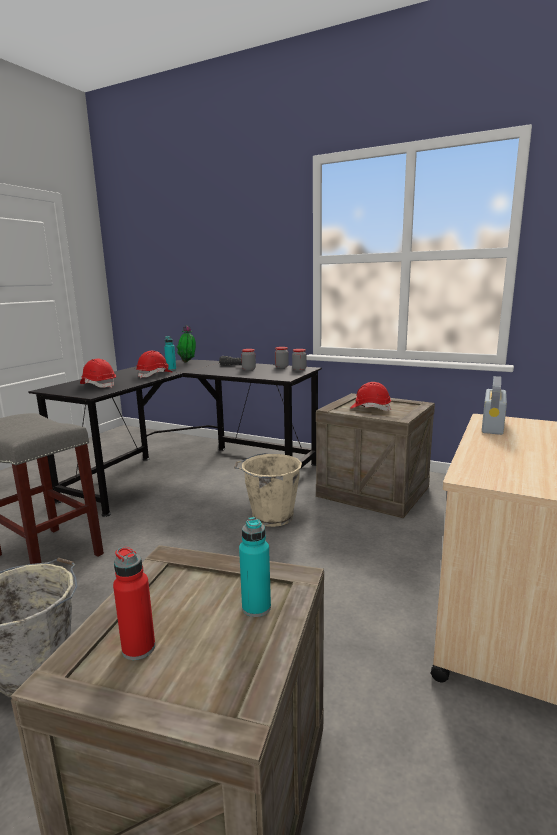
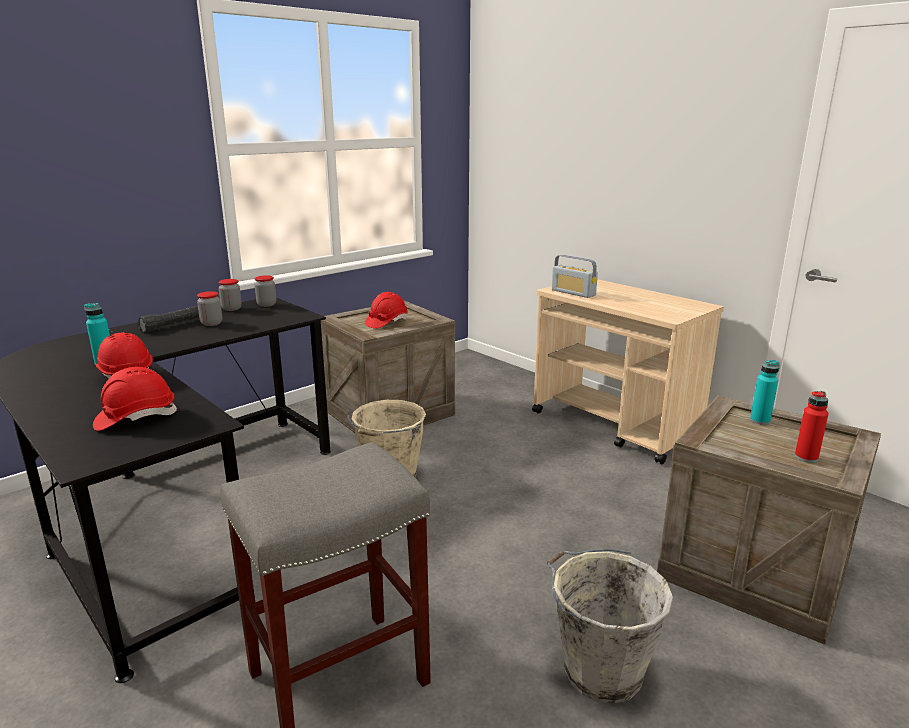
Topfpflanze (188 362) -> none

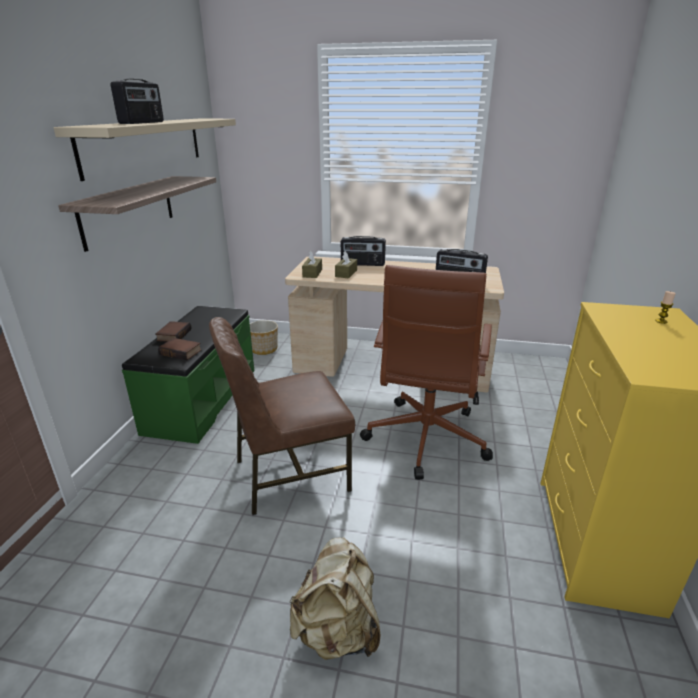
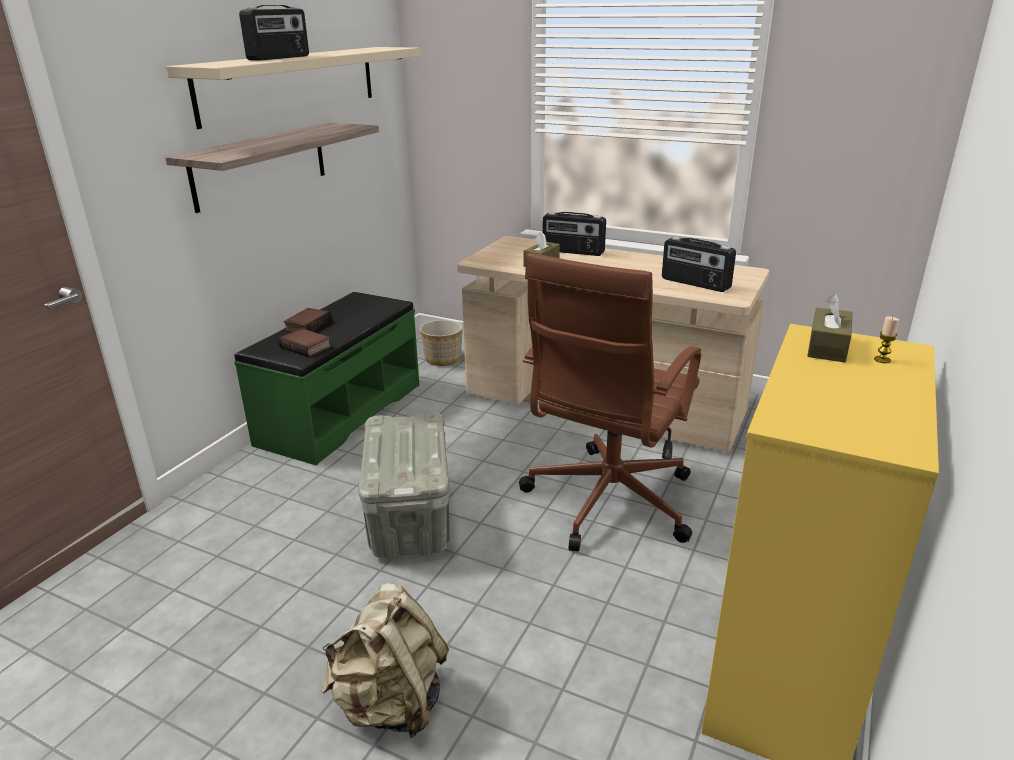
Stuhl/braun (289 474) -> Aufbewahrungsbox/grau (409 518)
Taschentuchbox/braun (312 273) -> Taschentuchbox/braun (827 347), relocated

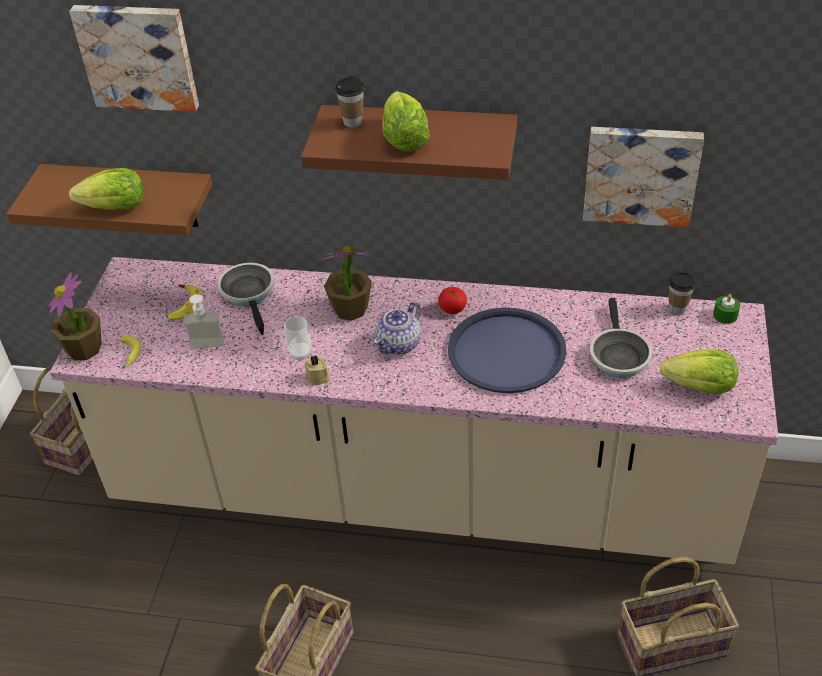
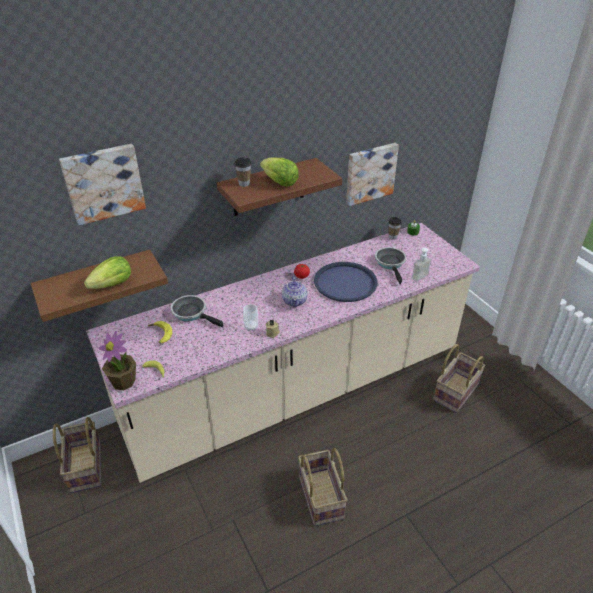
Pfanne (618 355) -> Pfanne (391 263), 150 degrees counterclockwise
Seifenspender (206 348) -> Seifenspender (423 278), relocated
Topfpflanze (350 309) -> none
Salatkopf (700 387) -> none

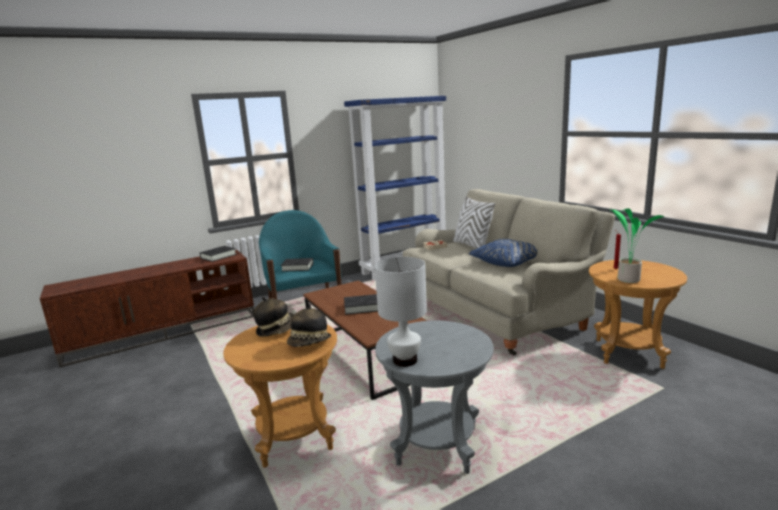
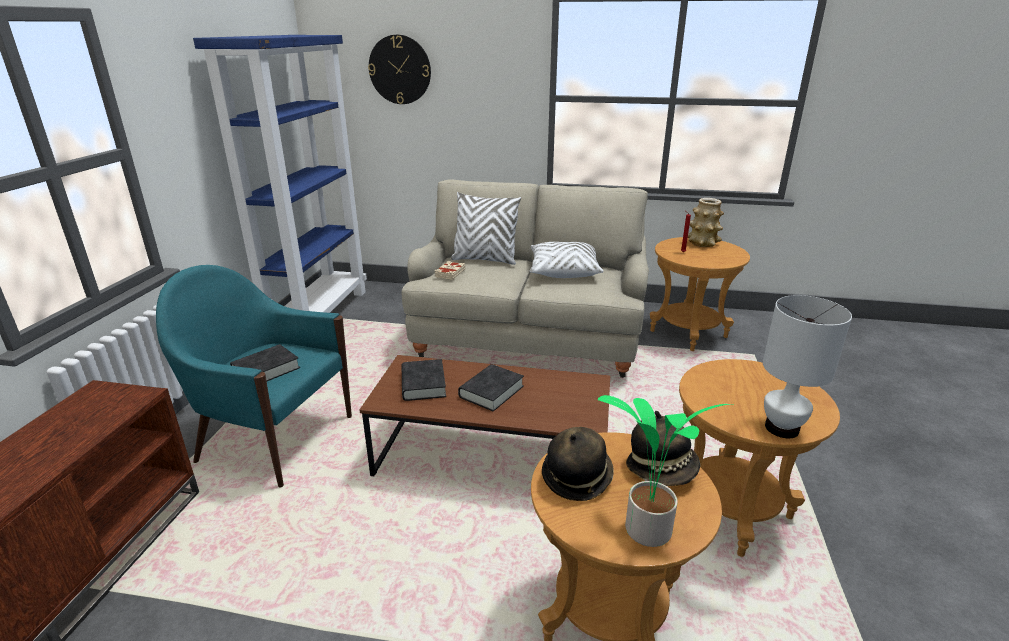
none -> Wanduhr (400 70)
Buch/schwarz (218 256) -> Buch/schwarz (423 384), relocated
Kissen/blau (507 262) -> Kissen/weiß (563 271)
Topfpflanze (626 280) -> Topfpflanze (645 532), relocated
Beistelltisch/grau (437 446) -> Beistelltisch/braun (730 511)
none -> Vase (702 243)

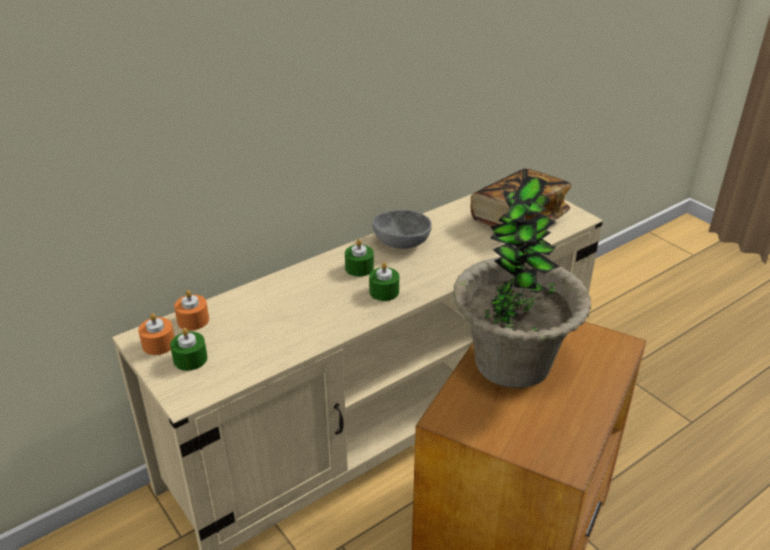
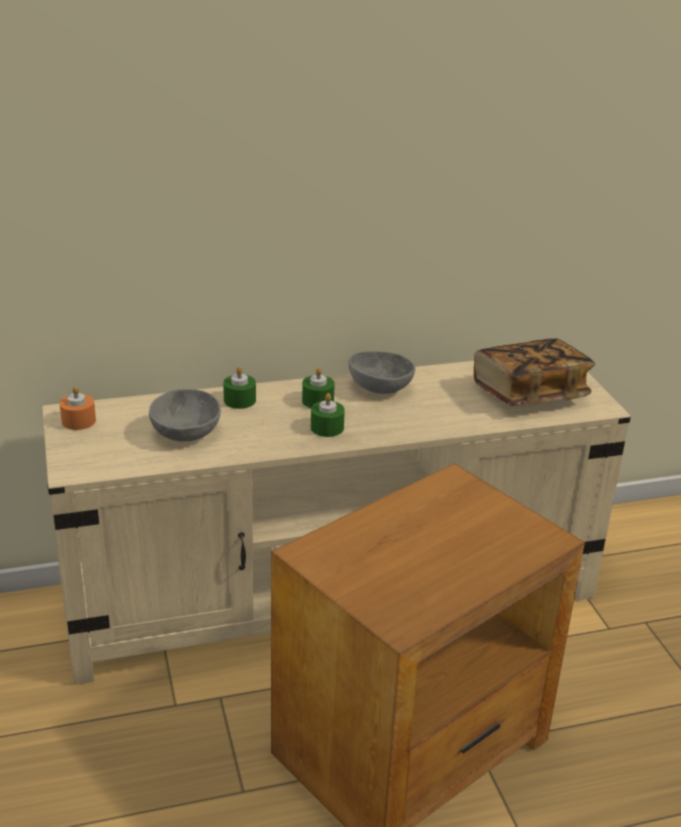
none -> Schüssel/grau (187 433)
Kerze/grün (190 359) -> Kerze/grün (239 400), relocated
Kerze/orange (193 320) -> none
Topfpflanze (512 362) -> none

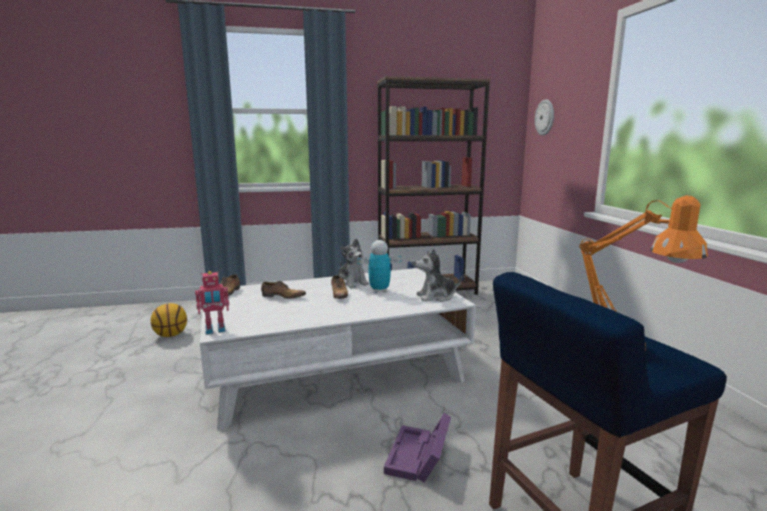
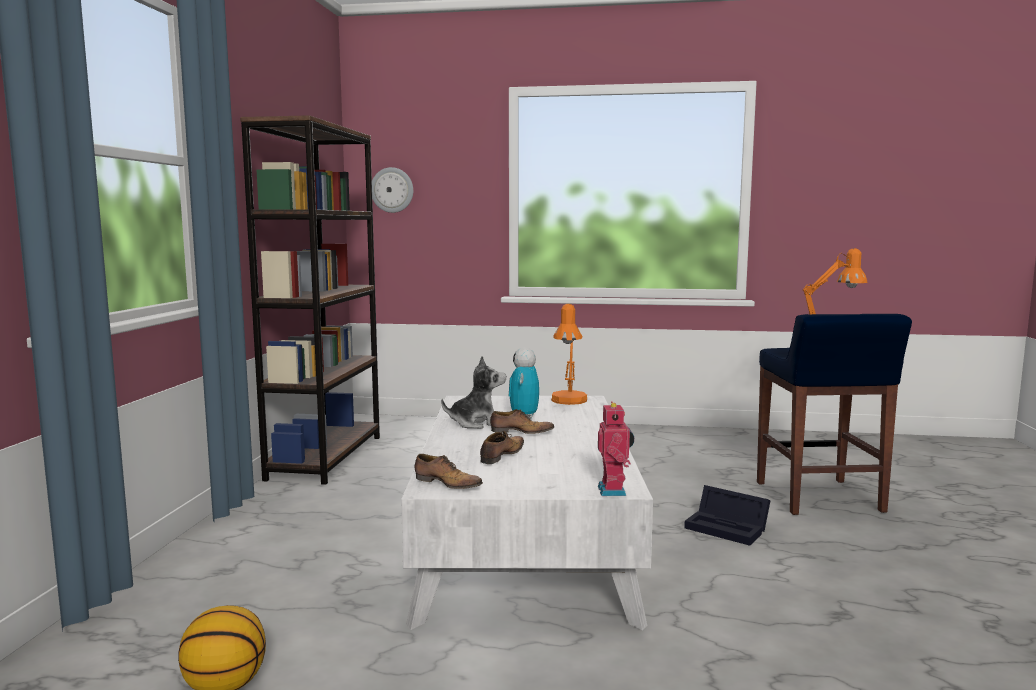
Plüschtier (436 297) -> Tischlampe/orange (568 402)
Aufbewahrungsbox/lila (418 458) -> Aufbewahrungsbox/schwarz (729 528)

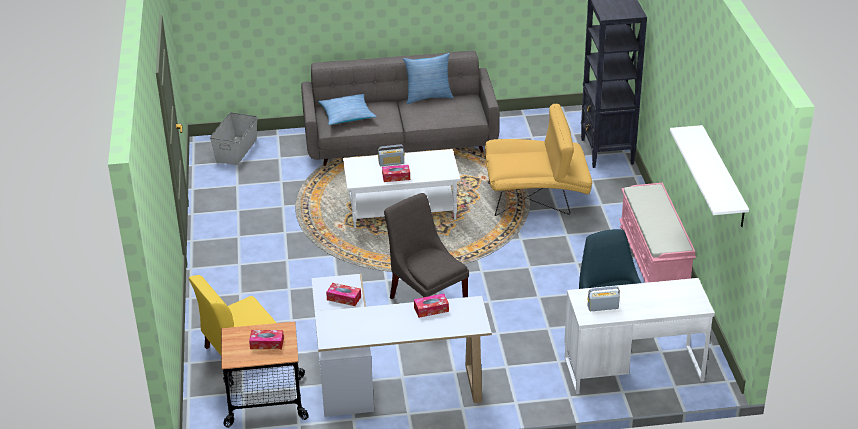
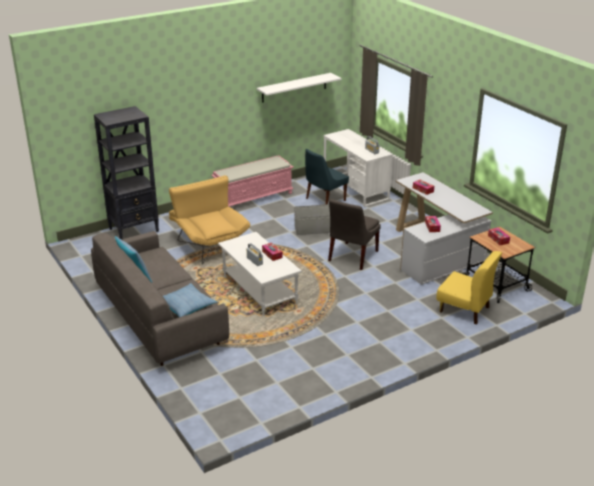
Aufbewahrungsbox/grau (236 150) -> Aufbewahrungsbox/grau (314 229), relocated

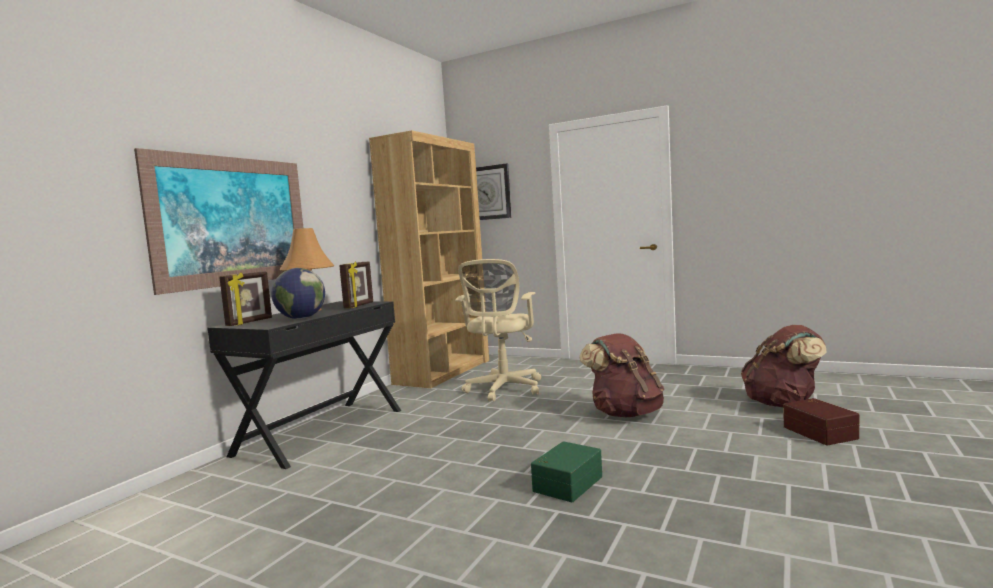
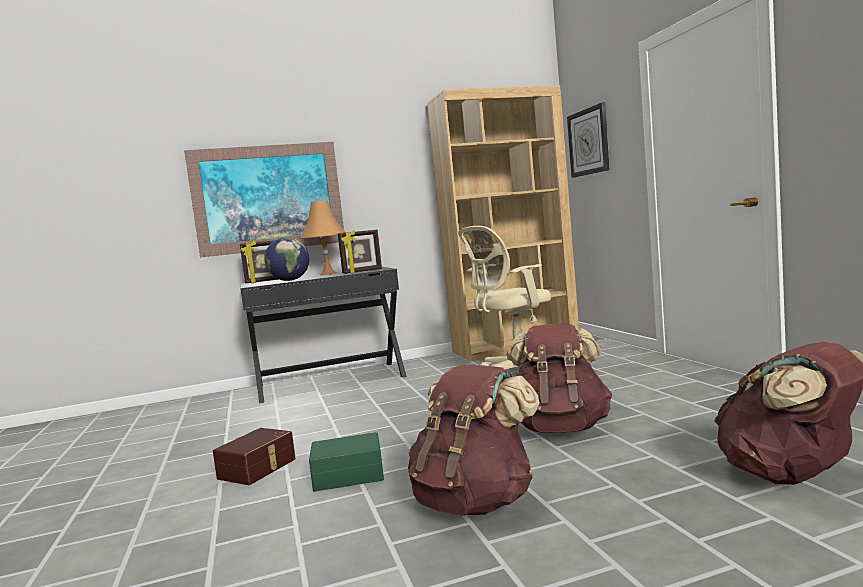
Aufbewahrungsbox/braun (821 432) -> Aufbewahrungsbox/braun (258 469), relocated
none -> Rucksack/braun (475 501)

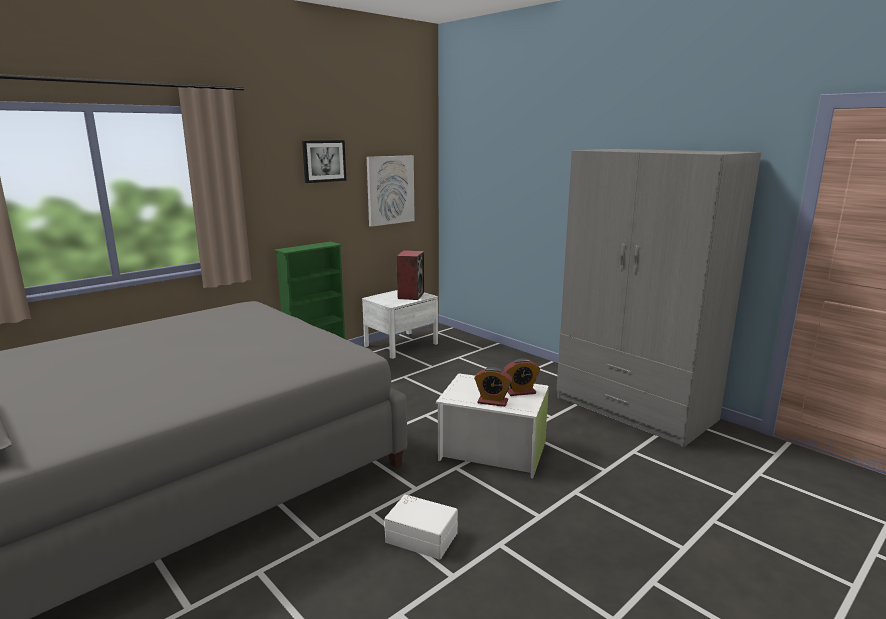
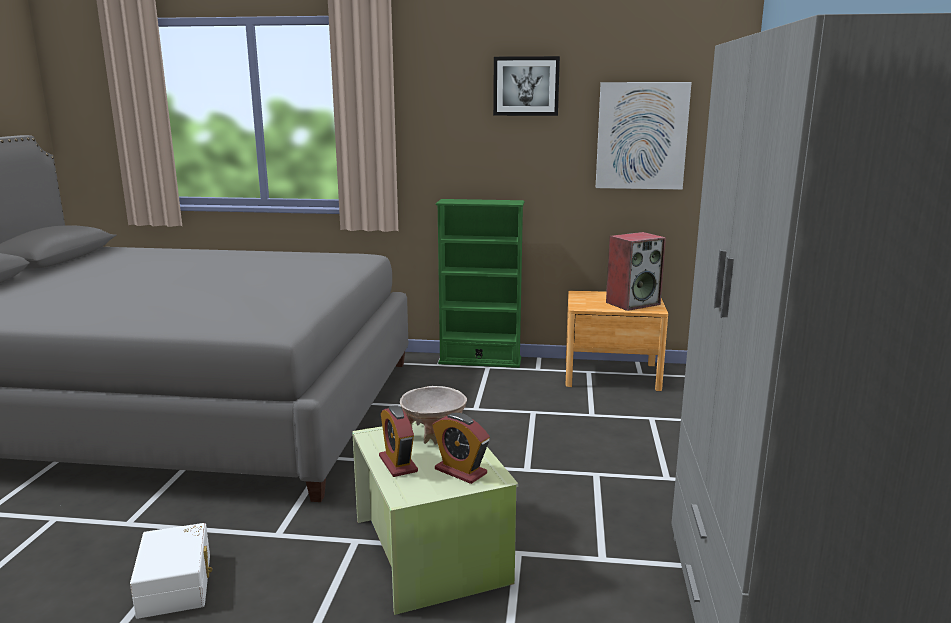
Aufbewahrungsbox/weiß (492 450) -> Aufbewahrungsbox/grün (432 549)
none -> Schüssel/beige (434 433)
Nachttisch/weiß (401 345) -> Nachttisch/braun (611 375)

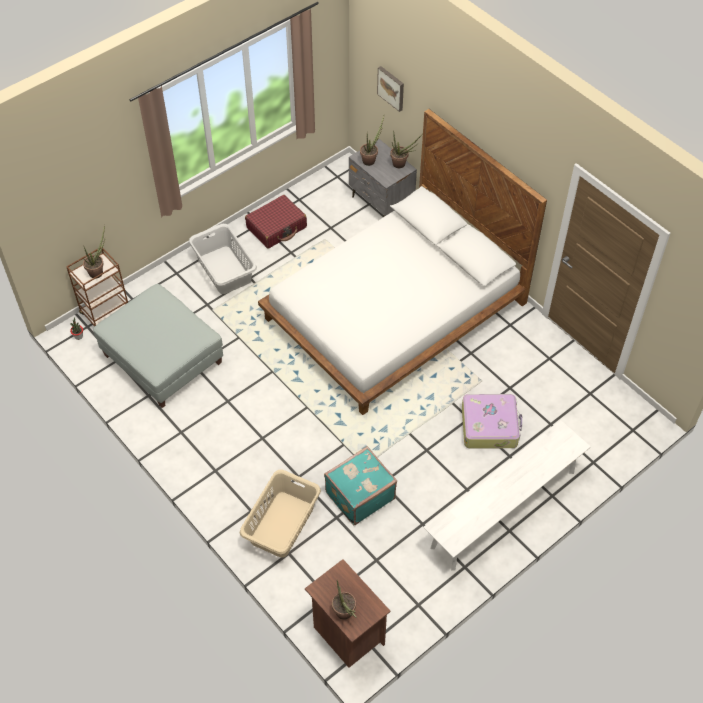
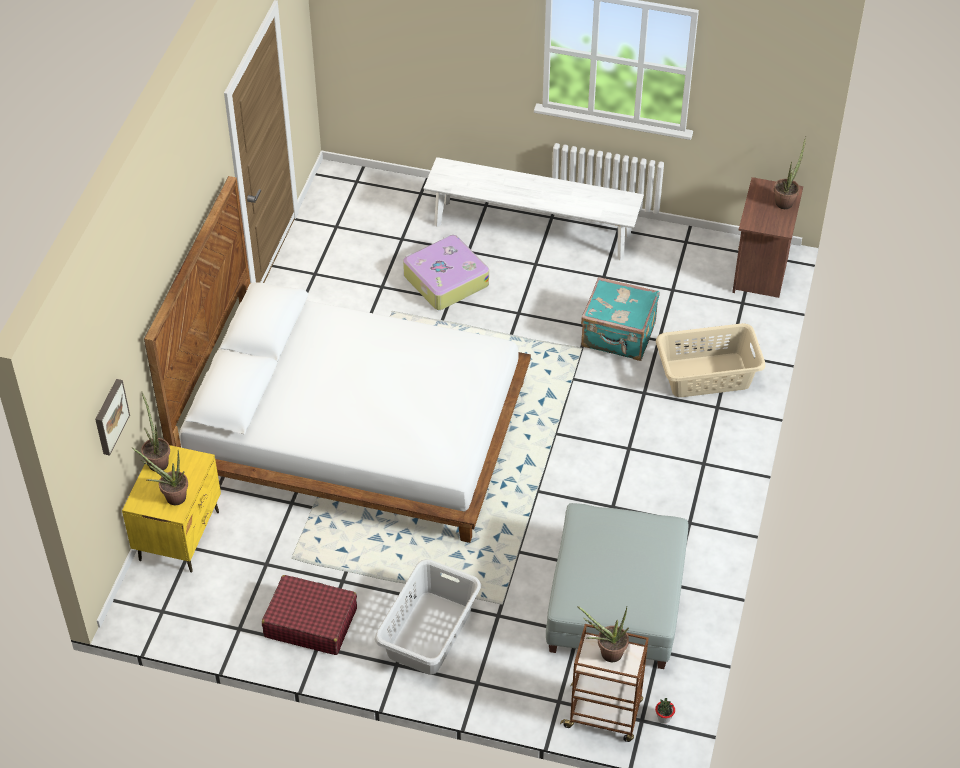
Nachttisch/grau (381 203) -> Nachttisch/gelb (180 535)

